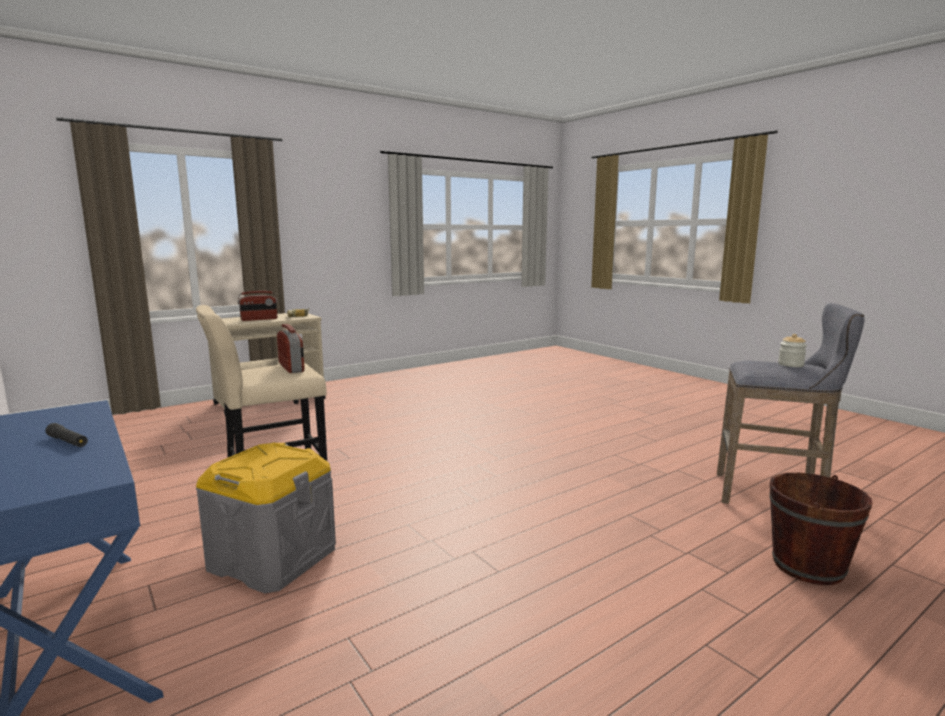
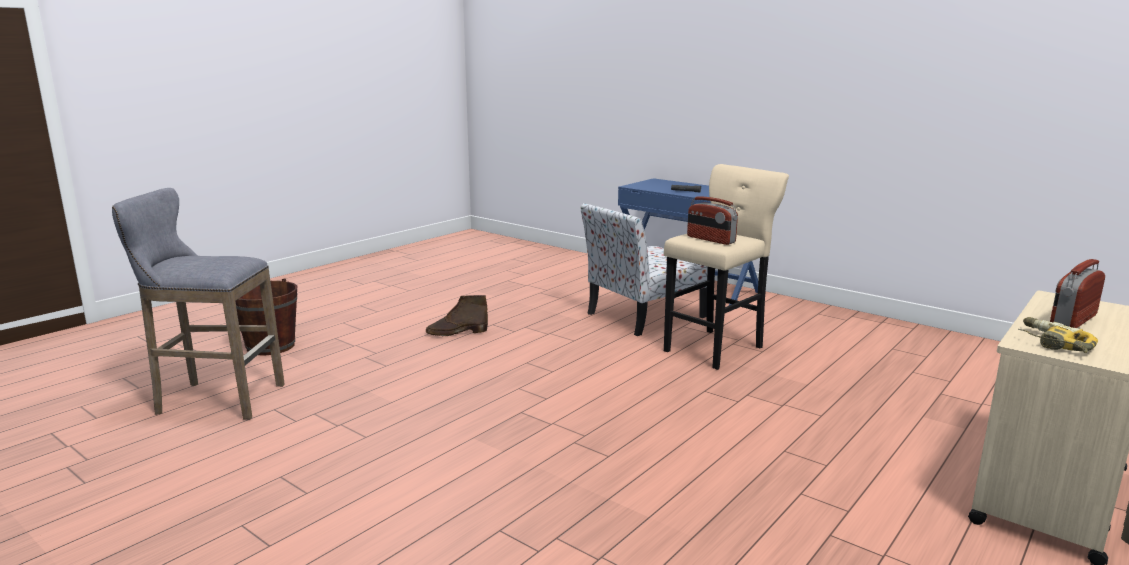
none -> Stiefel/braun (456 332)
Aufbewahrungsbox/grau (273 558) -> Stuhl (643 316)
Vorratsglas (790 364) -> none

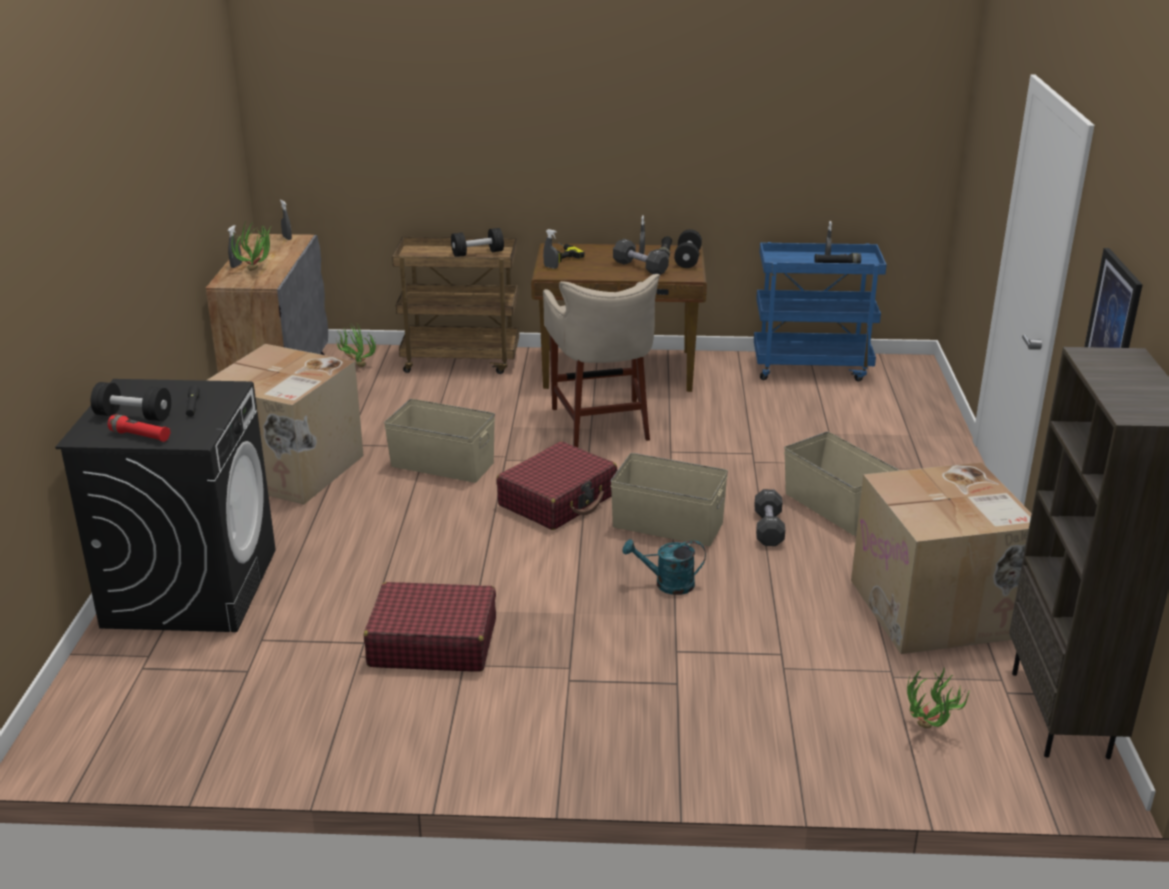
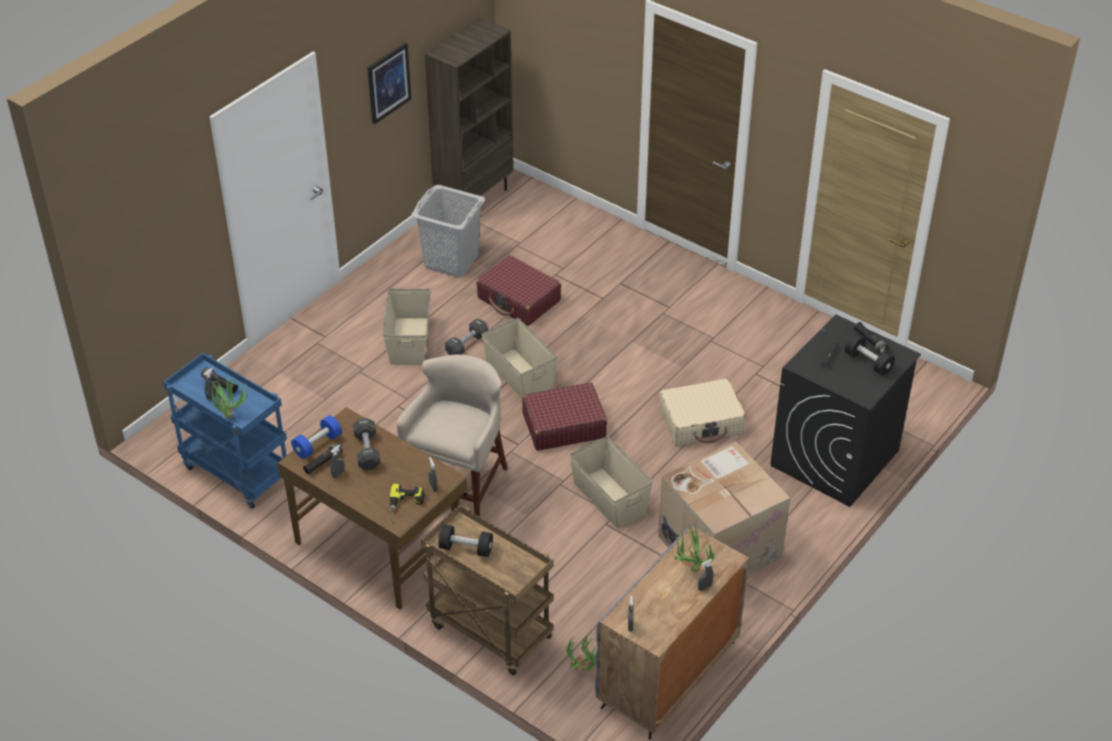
Topfpflanze (929 732) -> Topfpflanze (230 413), relocated
Hantel/schwarz (687 259) -> Hantel/blau (317 445)
Karton (937 609) -> Wäschekorb/grau (451 261)
Koffer/rot (432 643) -> Koffer/rot (519 300), relocated
none -> Koffer/beige (701 421)
Taschenlampe/rot (140 436) -> Taschenlampe/schwarz (870 341)
Gießkanne/türkis (667 584) -> none

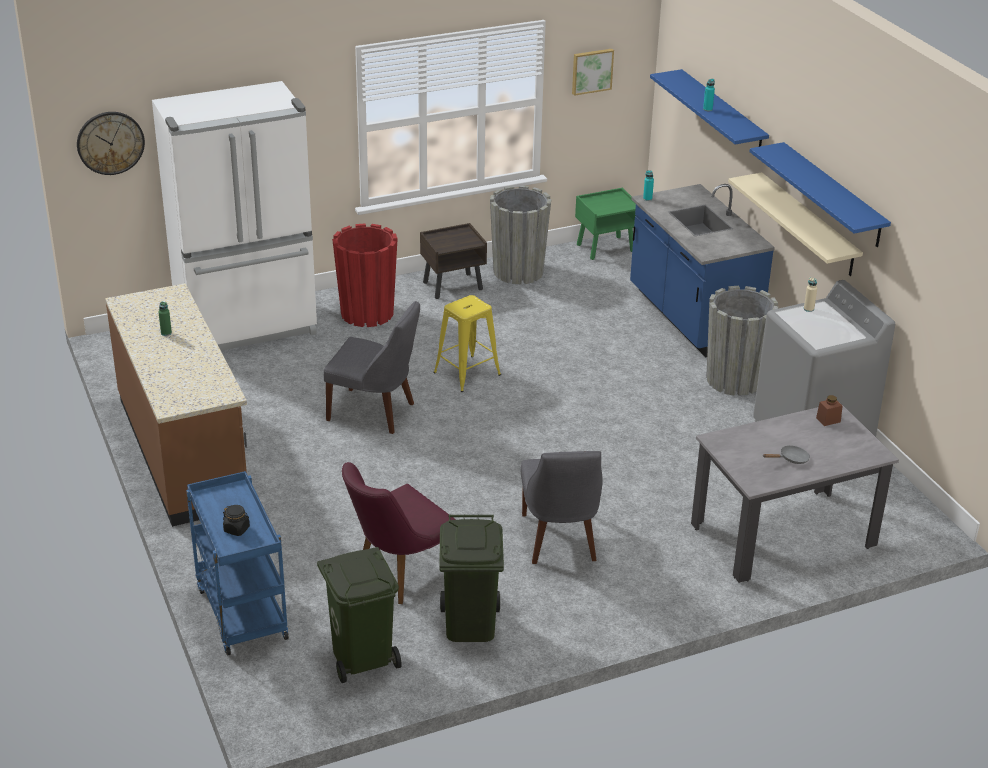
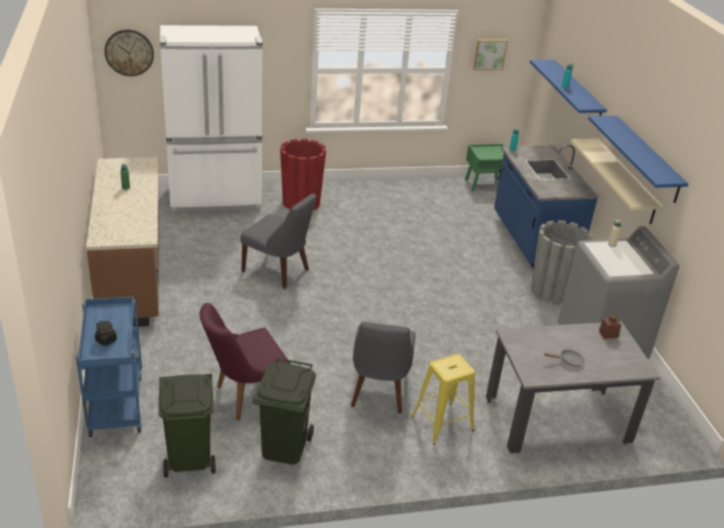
Hocker/gelb (467 373) -> Hocker/gelb (442 423), relocated
Nachttisch/braun (453 286) -> none
Pflanzkübel/grau (518 272) -> none

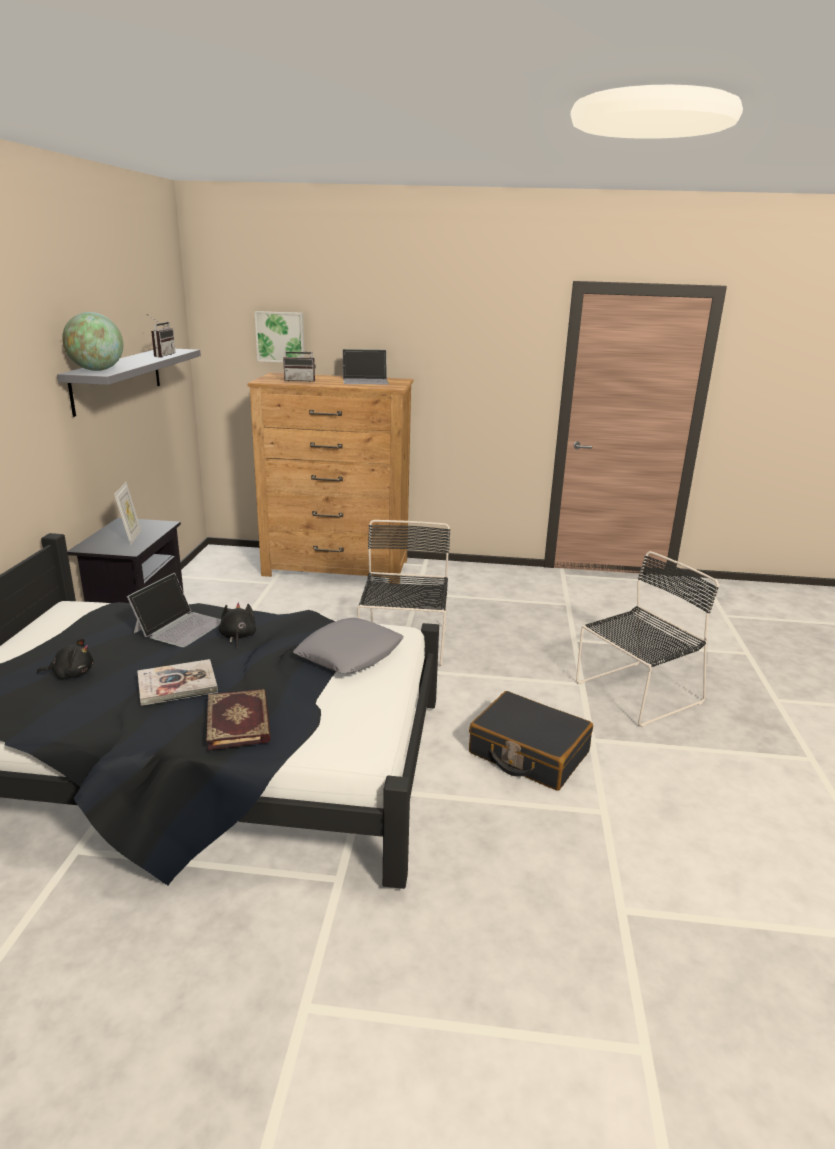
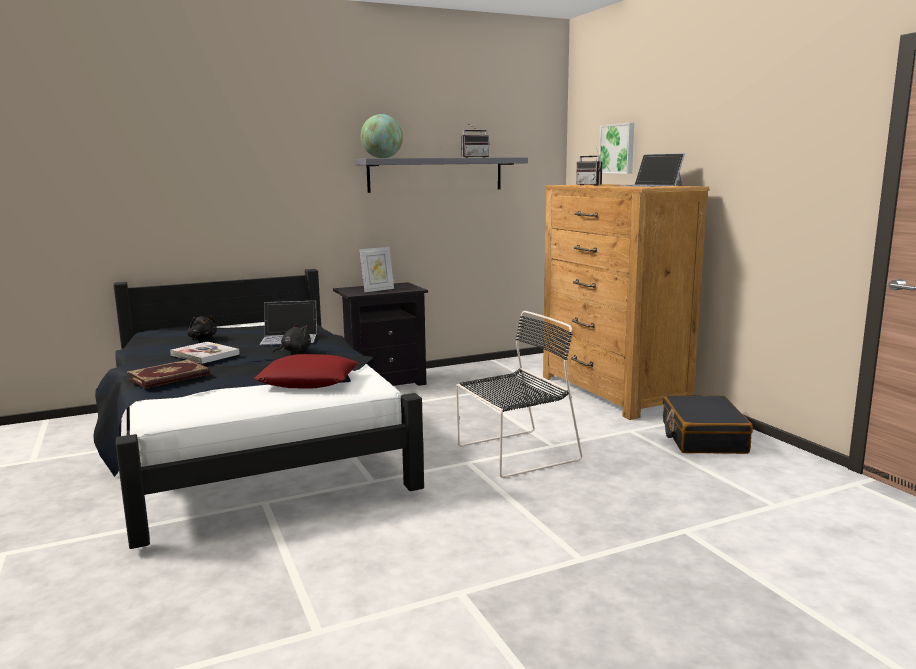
Kissen/grau (349 654) -> Kissen/rot (308 381)
Koffer/schwarz (528 753) -> Koffer/schwarz (703 437), relocated
Stuhl/schwarz (635 693) -> none

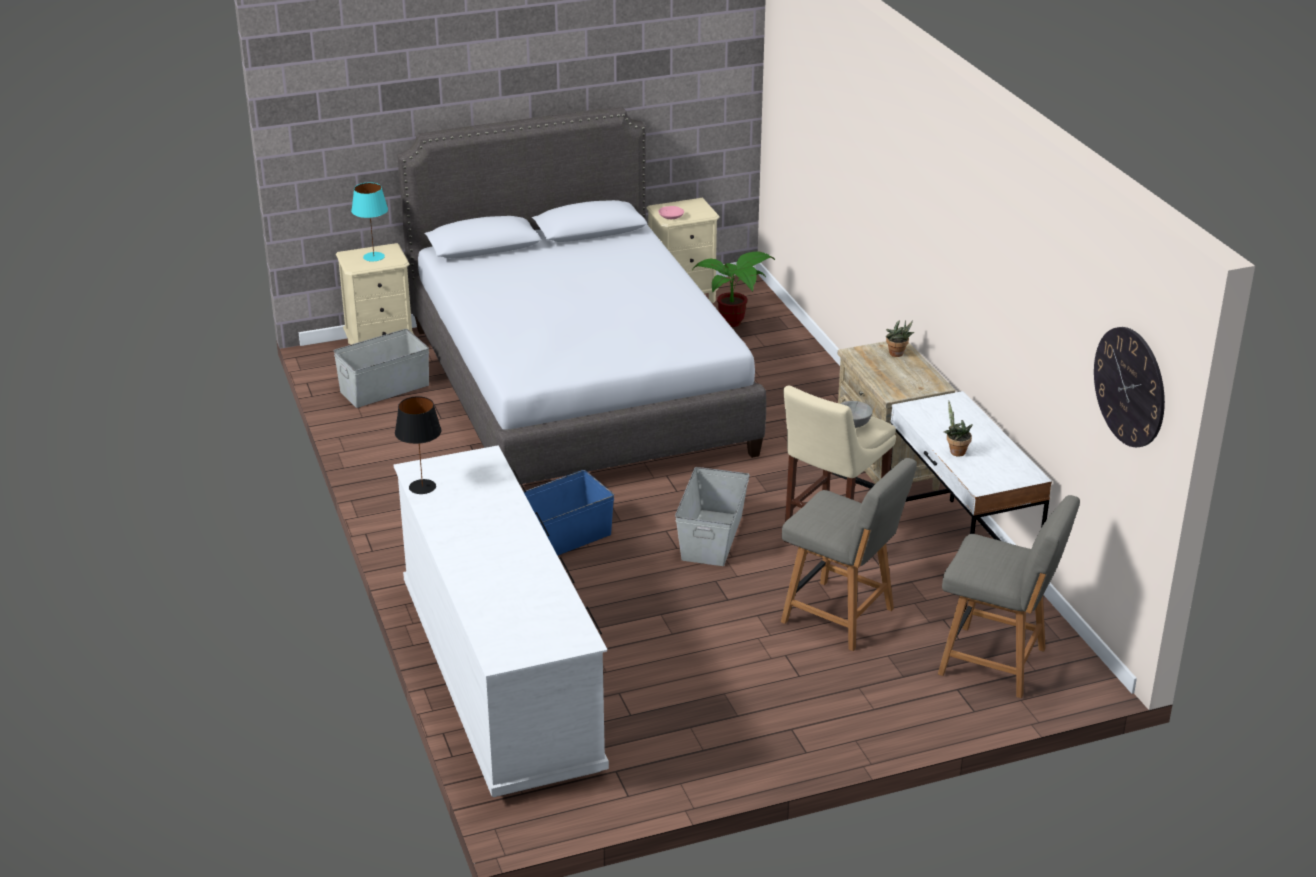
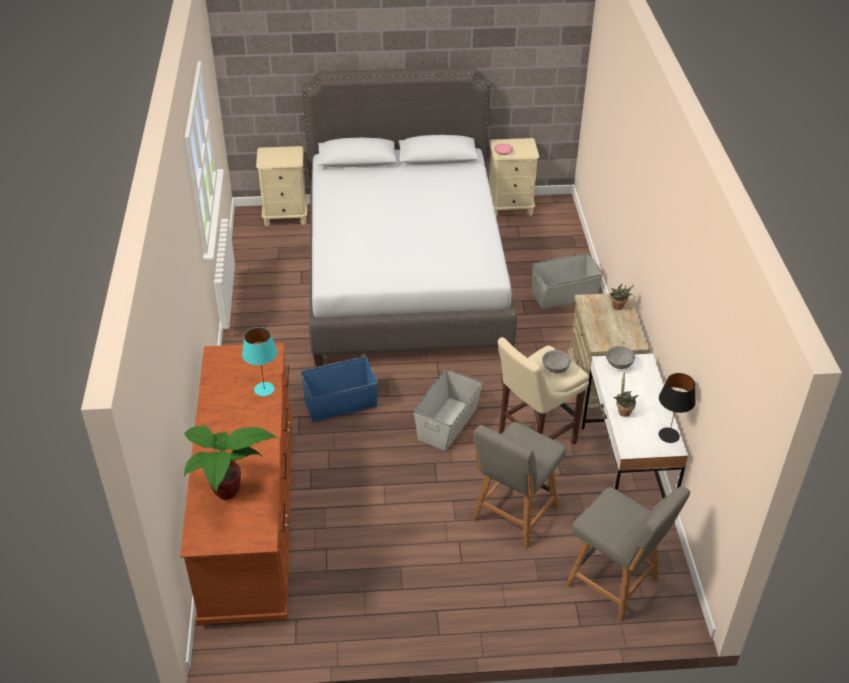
Kommode/weiß (500 677) -> Kommode/braun (250 516)
Topfpflanze (734 324) -> Topfpflanze (228 495), relocated
Tischlampe/türkis (373 257) -> Tischlampe/türkis (264 389), relocated
Stuhl/grau (841 617) -> Stuhl/grau (513 515), 75 degrees clockwise
Aufbewahrungsbox/grau (385 388) -> Aufbewahrungsbox/grau (564 295), relocated
none -> Schüssel/grau (618 365)
Tischlampe/schwarz (423 486) -> Tischlampe/schwarz (669 435), relocated
Wanduhr (1129 386) -> none

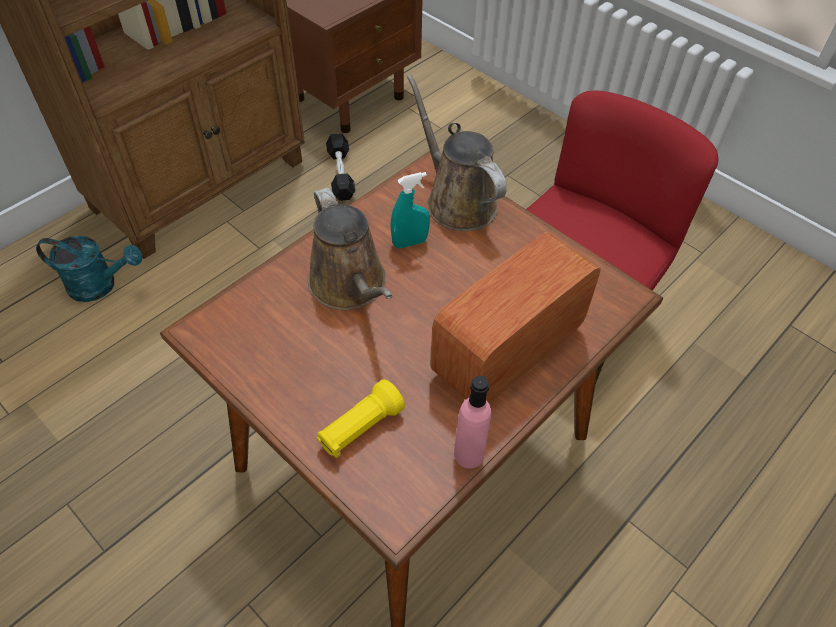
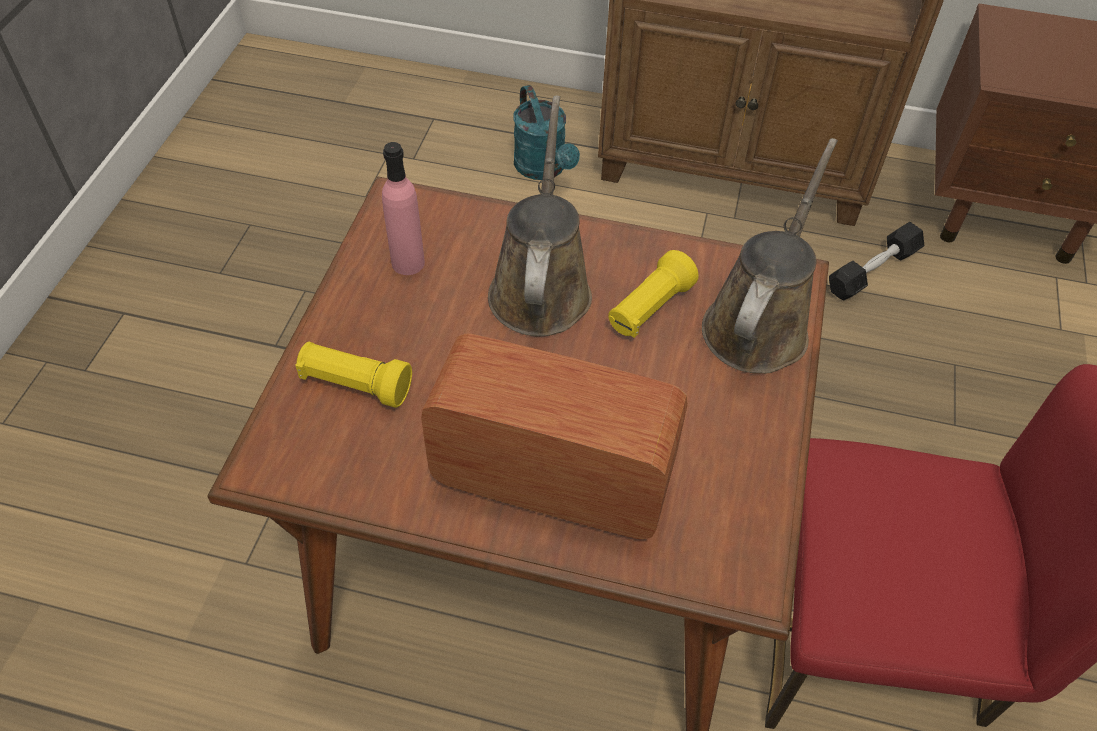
Flasche/rosa (468 454) -> Flasche/rosa (408 263), relocated
Gießkanne/braun (350 286) -> Gießkanne/braun (540 287), 150 degrees clockwise
Sprühflasche/türkis (410 242) -> Taschenlampe/gelb (649 309)

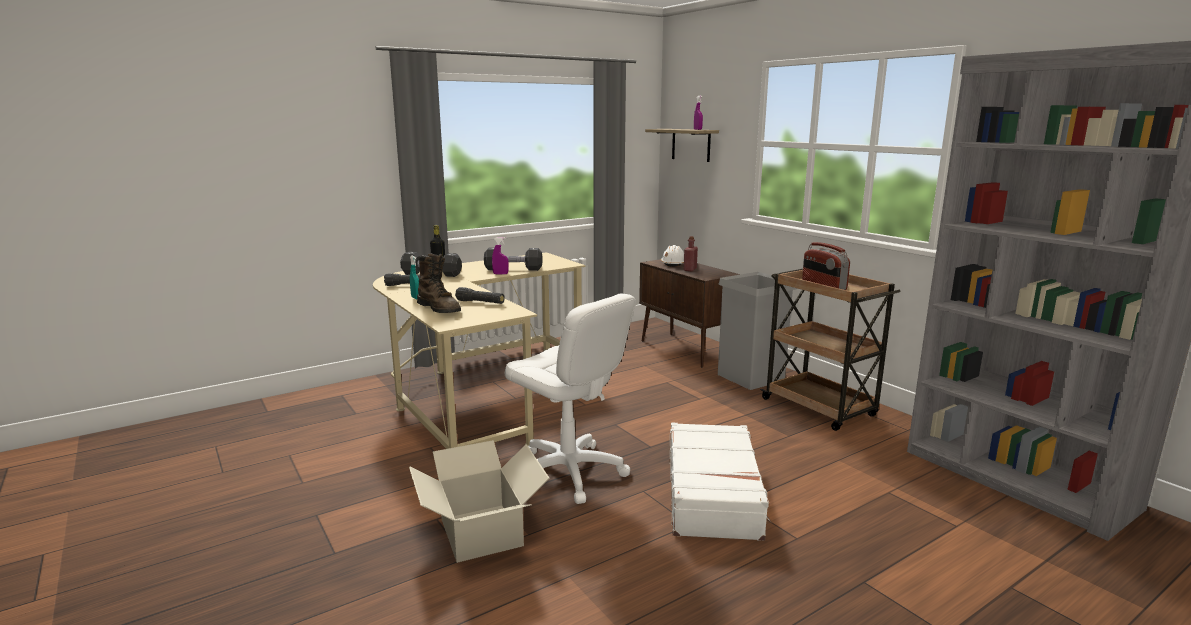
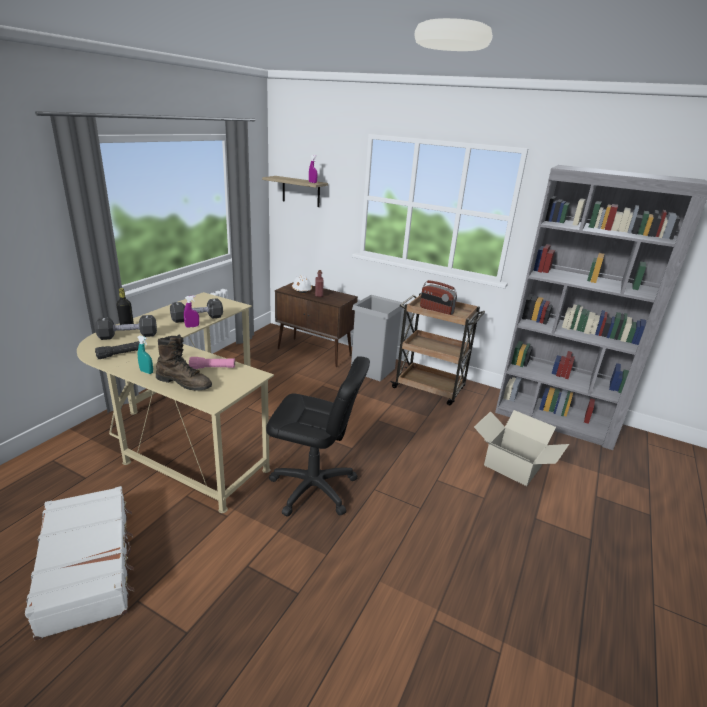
Koffer/weiß (713 493) -> Koffer/weiß (88 566), relocated
Taschenlampe/schwarz (480 302) -> Taschenlampe/rosa (212 368)
Bürostuhl/weiß (568 472) -> Bürostuhl/schwarz (313 488)
Karton (480 533) -> Karton (512 466), relocated

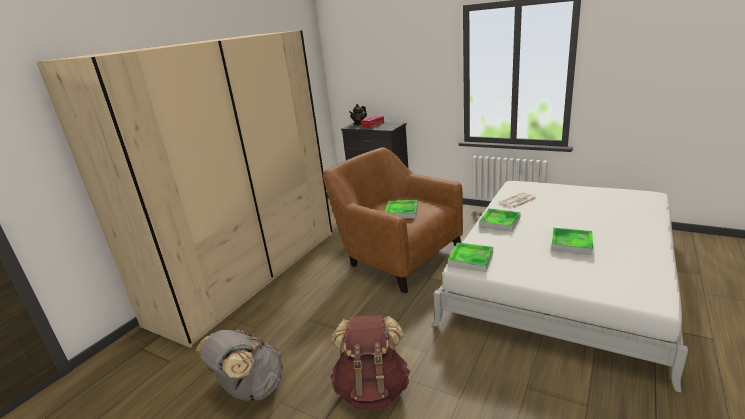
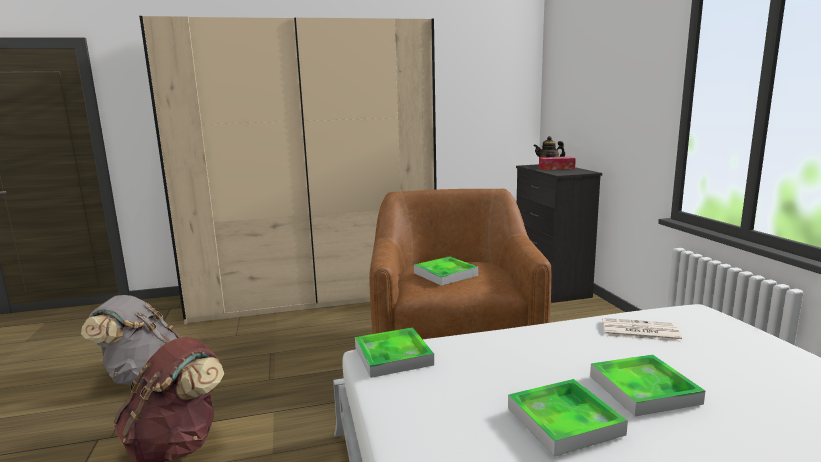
Tablett (499 222) -> Tablett (643 389), relocated

